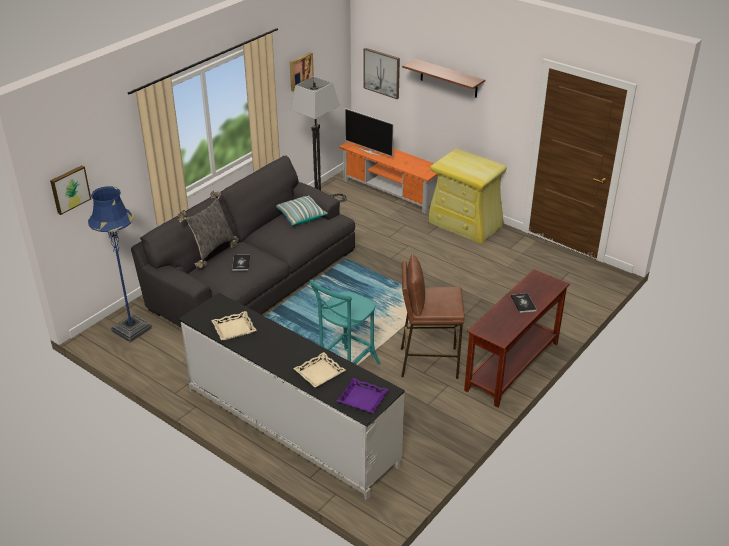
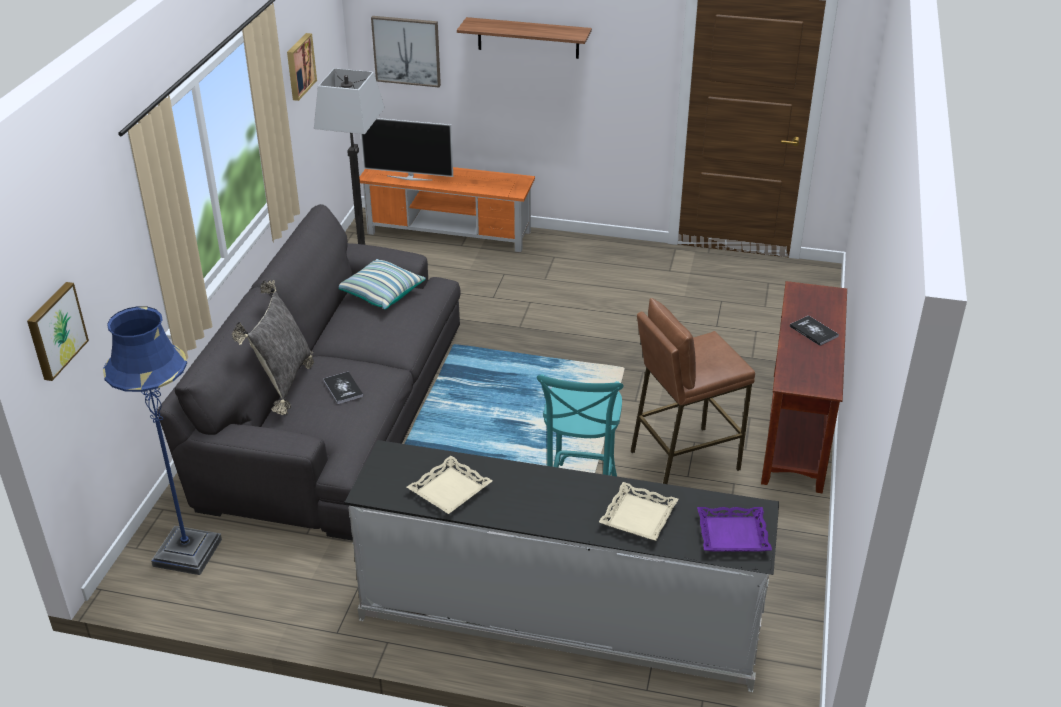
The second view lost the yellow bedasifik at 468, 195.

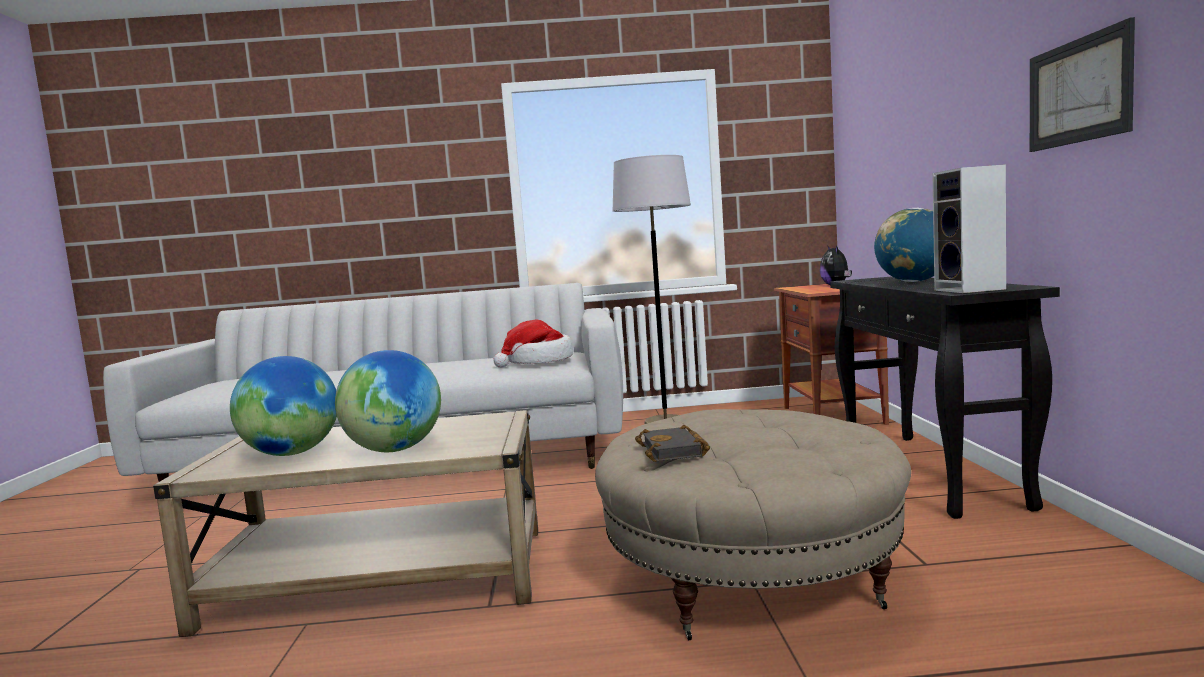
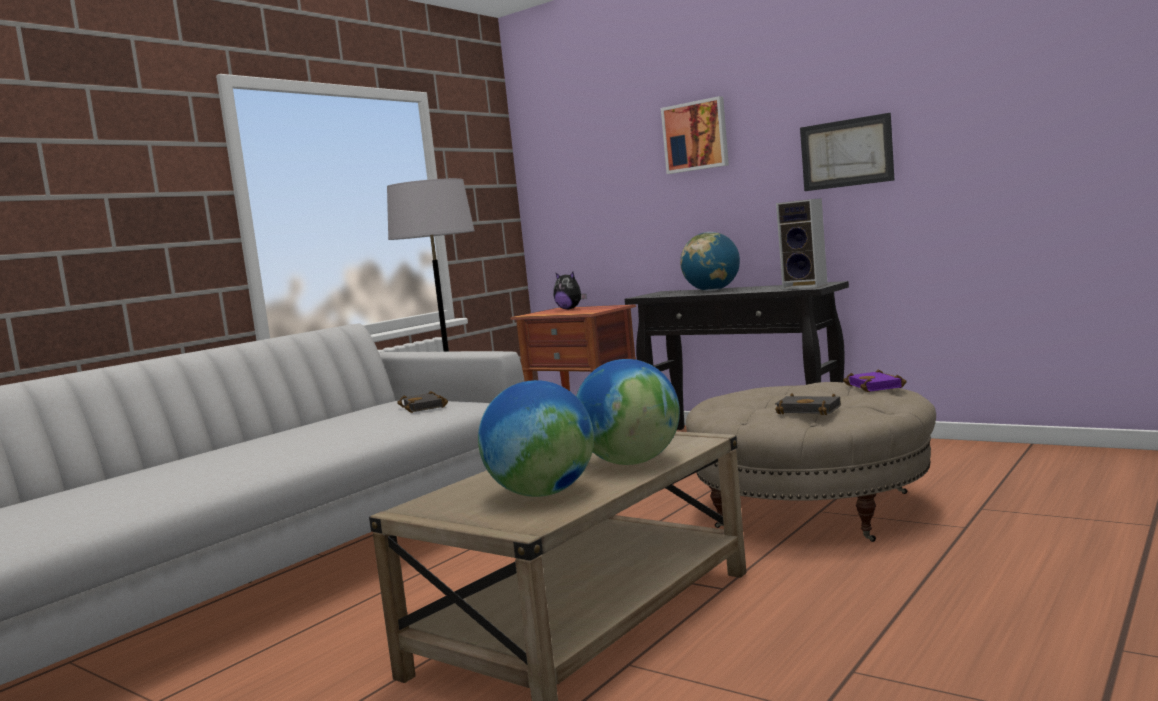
Where the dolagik stood at 533, 344, the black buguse came to stand at 422, 402.
The second view gained the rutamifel at 695, 135.
The second view gained the purple buguse at 875, 380.

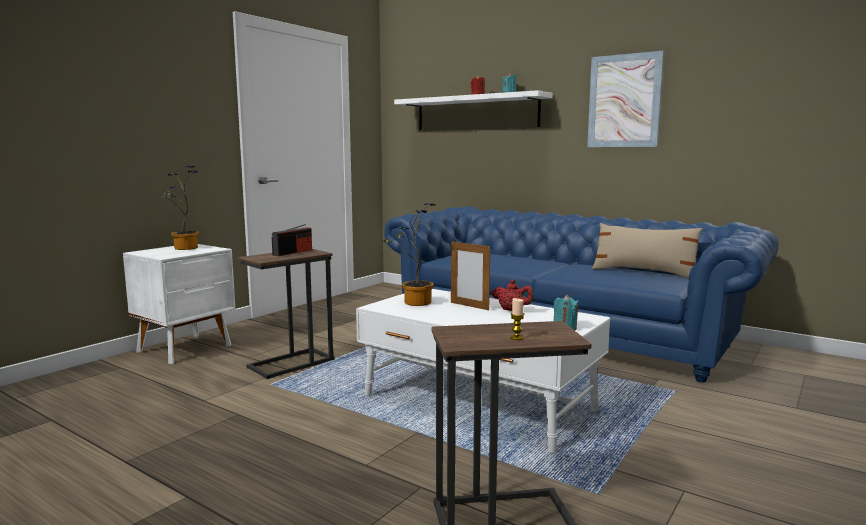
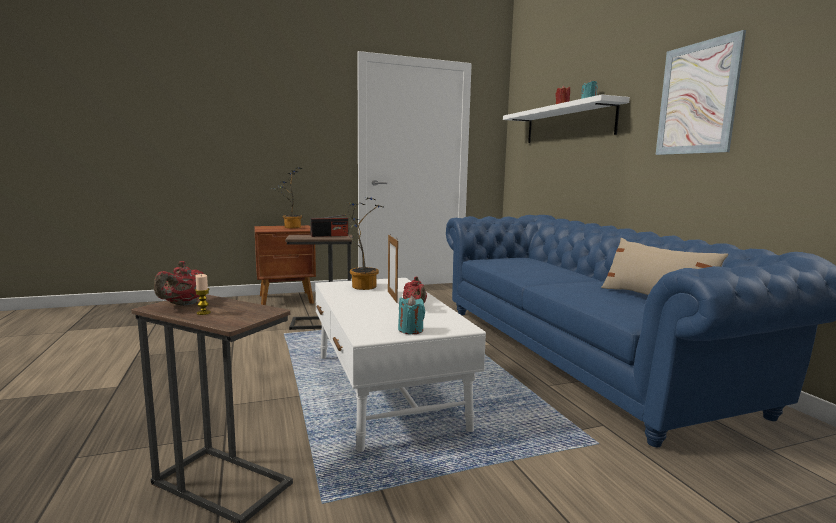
What was the white bedasifik at 179, 304 turned into the brown bedasifik at 285, 265.
The second view gained the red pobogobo at 178, 283.

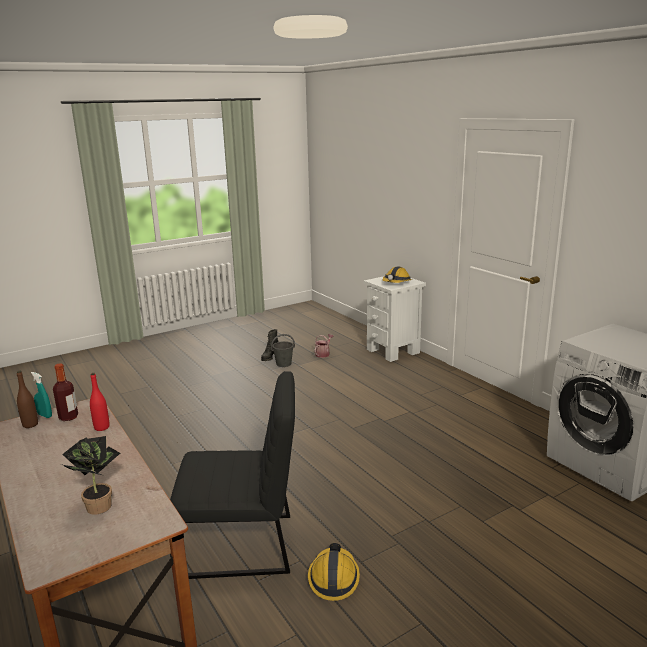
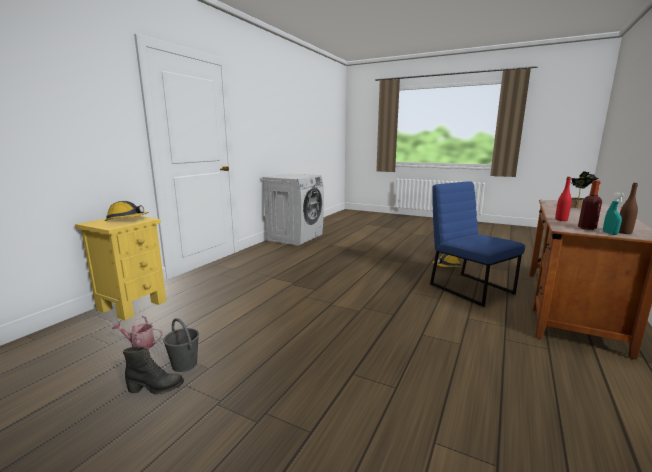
What was the white bedasifik at 395, 319 turned into the yellow bedasifik at 120, 268.
What was the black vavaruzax at 232, 475 turned into the blue vavaruzax at 477, 244.

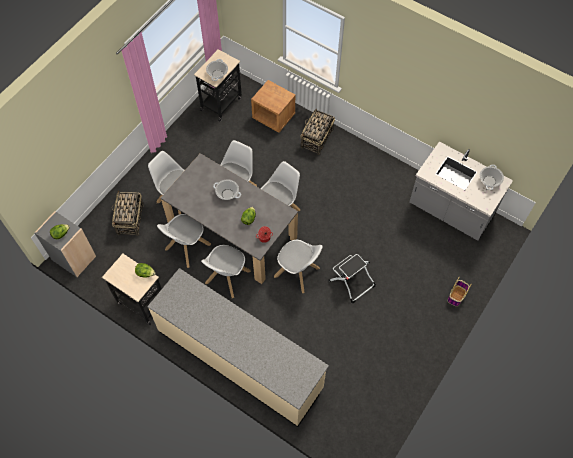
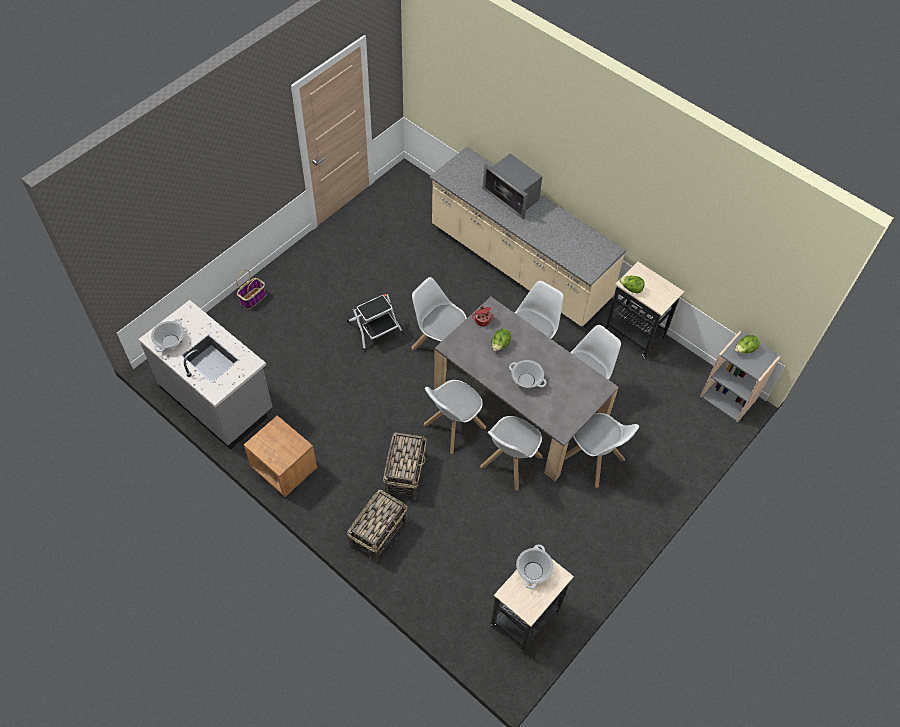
The brown bedasifik ended up elsewhere, having gone from 273, 106 to 280, 456.
The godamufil ended up elsewhere, having gone from 128, 213 to 404, 466.
The second view gained the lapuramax at 512, 186.

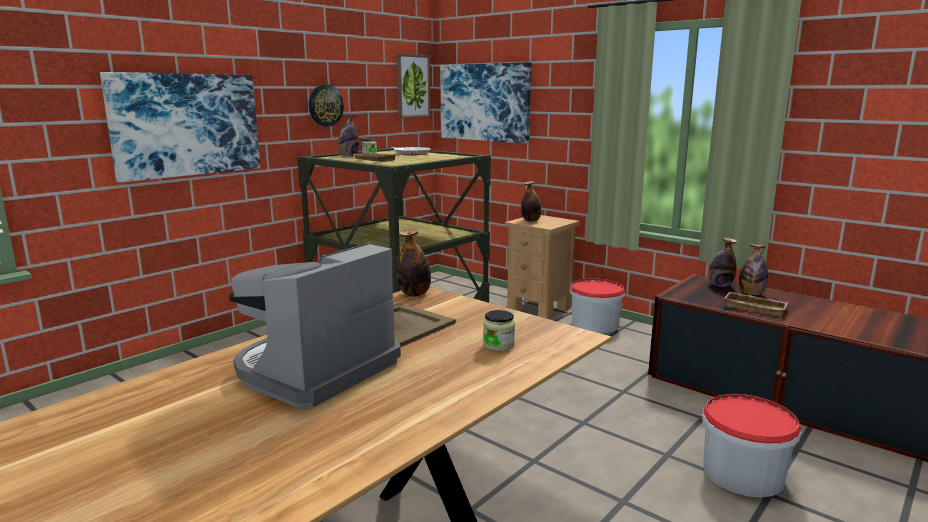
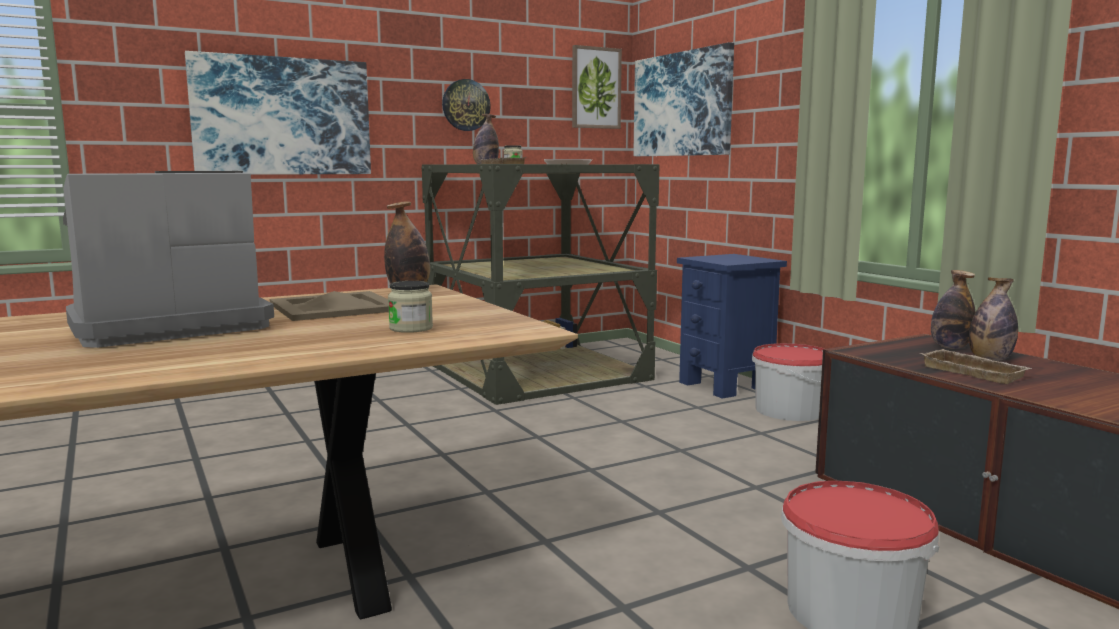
The second view lost the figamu at 531, 201.
What was the beige bedasifik at 542, 267 turned into the blue bedasifik at 732, 326.

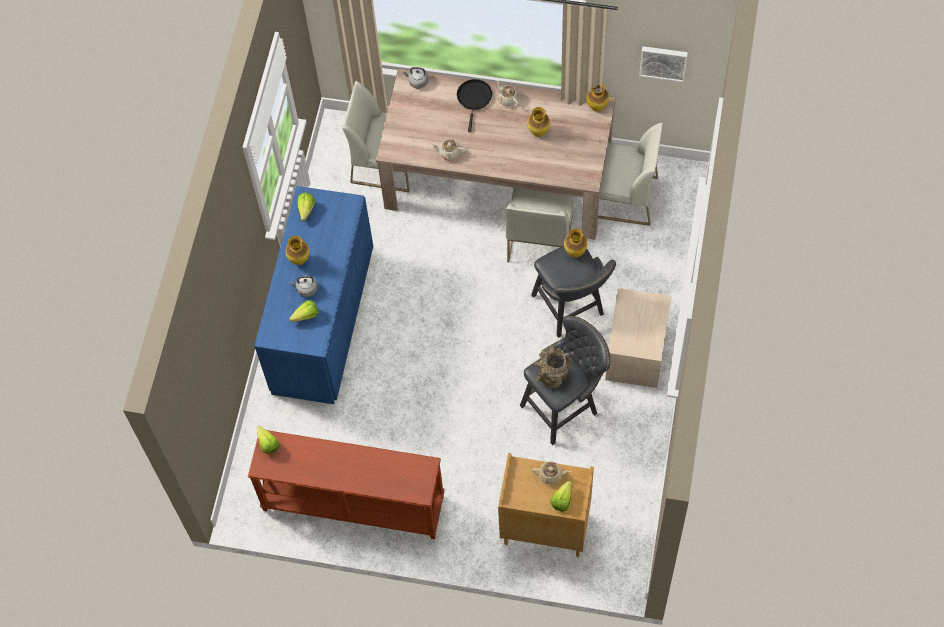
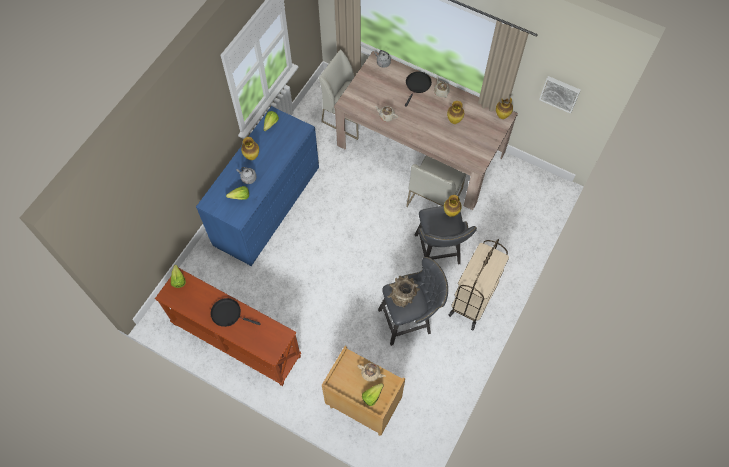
The second view lost the white vavaruzax at 630, 174.
Where the beige bedasifik stood at 638, 338, the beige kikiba came to stand at 479, 285.
The second view gained the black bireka at 236, 312.

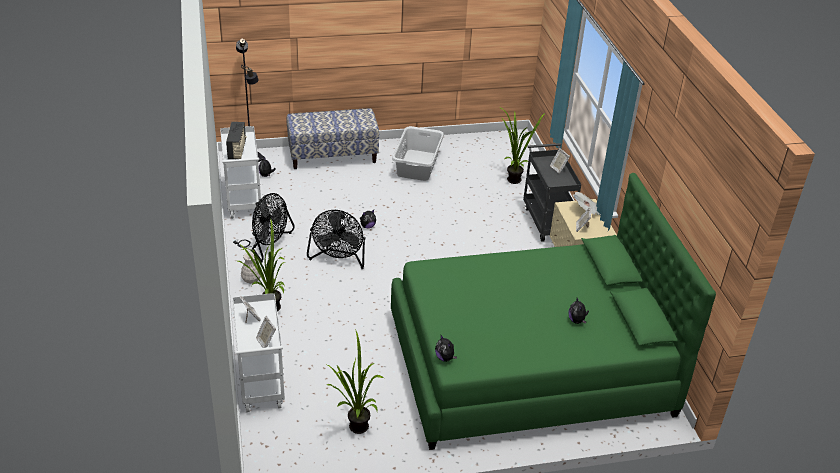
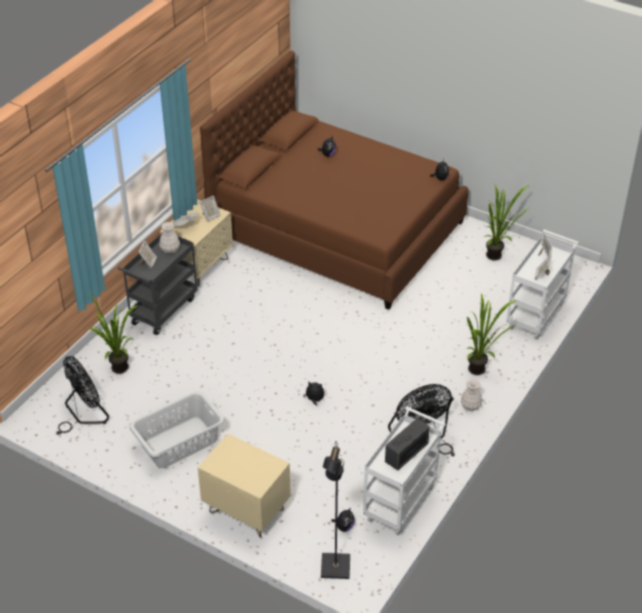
Where the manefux stood at 332, 138, the beige bedasifik came to stand at 244, 486.
What was the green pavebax at 553, 311 turned into the brown pavebax at 334, 180.
The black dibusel ended up elsewhere, having gone from 336, 239 to 82, 395.
The second view gained the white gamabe at 169, 237.

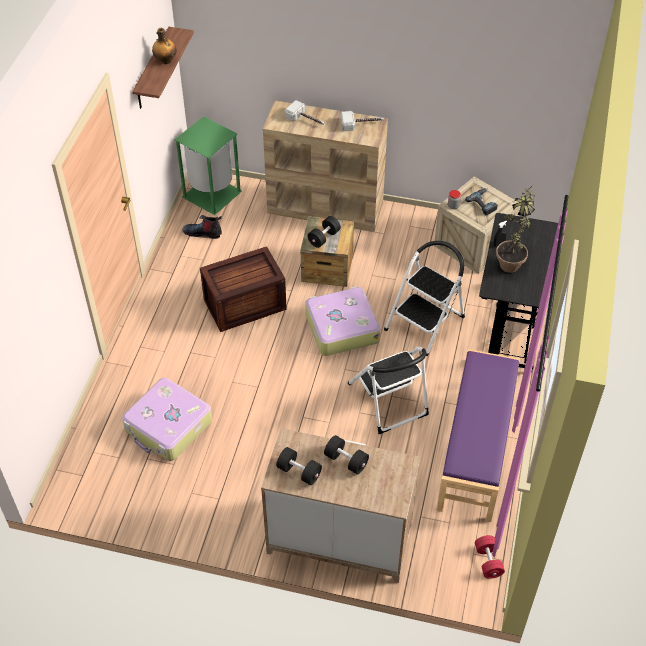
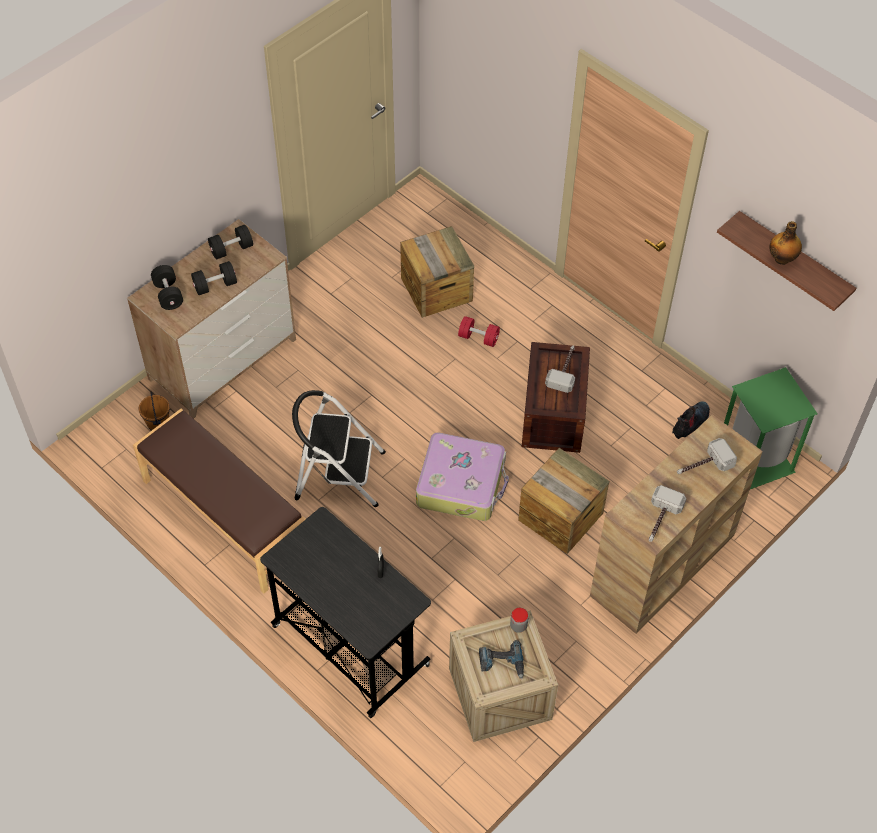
The second view lost the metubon at 515, 228.
The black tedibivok ended up elsewhere, having gone from 324, 232 to 167, 287.
The second view lost the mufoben at 424, 298.
What was the purple manefux at 478, 435 turned into the brown manefux at 219, 501.
Where the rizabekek stood at 167, 419, the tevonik came to stand at 437, 272.
The red tedibivok ended up elsewhere, having gone from 490, 557 to 479, 331.
The second view gained the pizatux at 560, 369.
The second view gained the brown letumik at 154, 411.

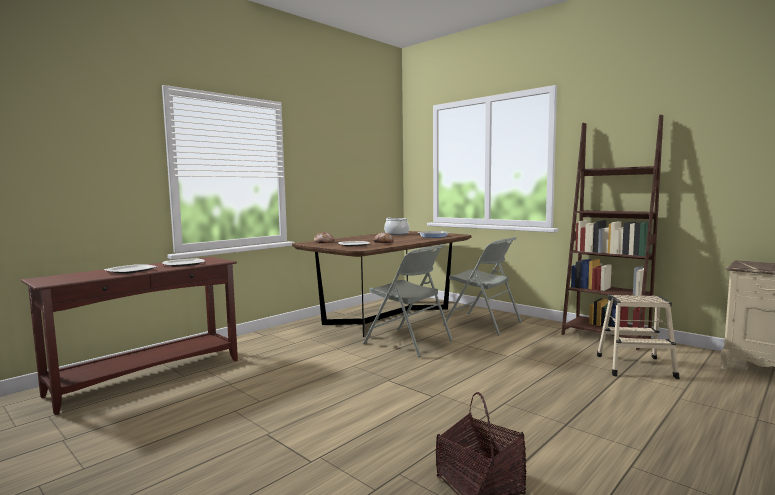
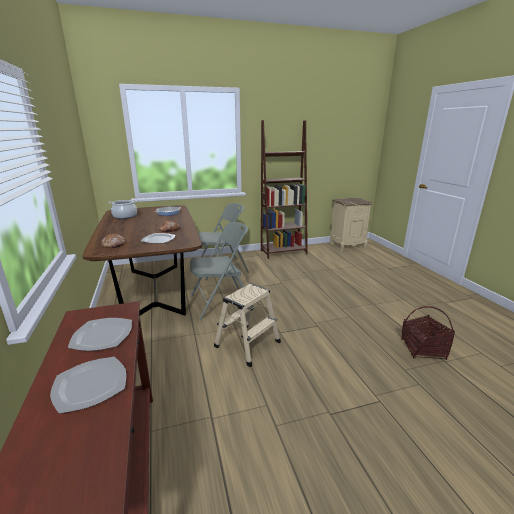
The beige mufoben ended up elsewhere, having gone from 638, 337 to 247, 325.

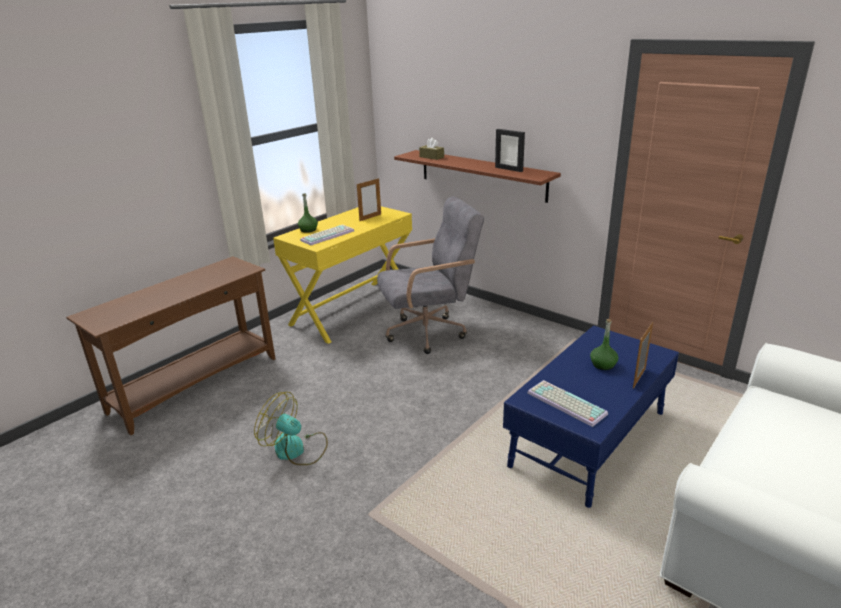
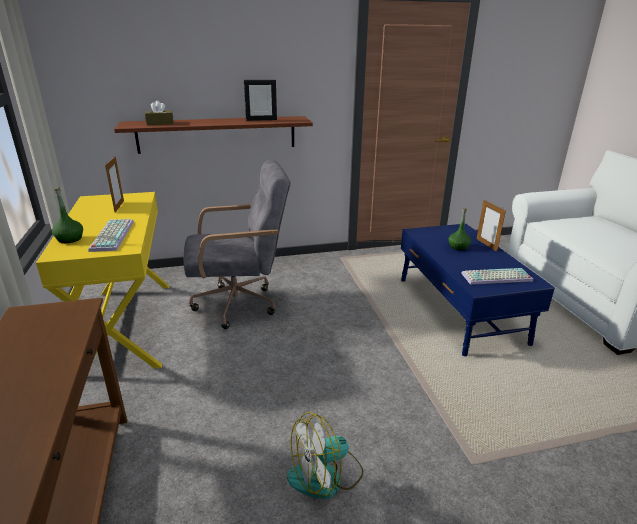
The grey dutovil at 430, 275 ended up facing another way, 60 degrees clockwise from before.

